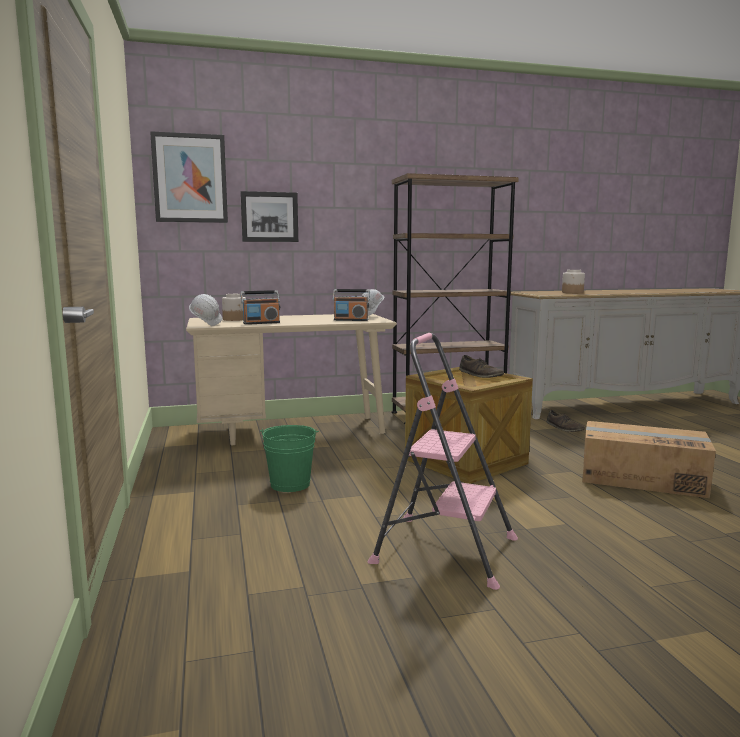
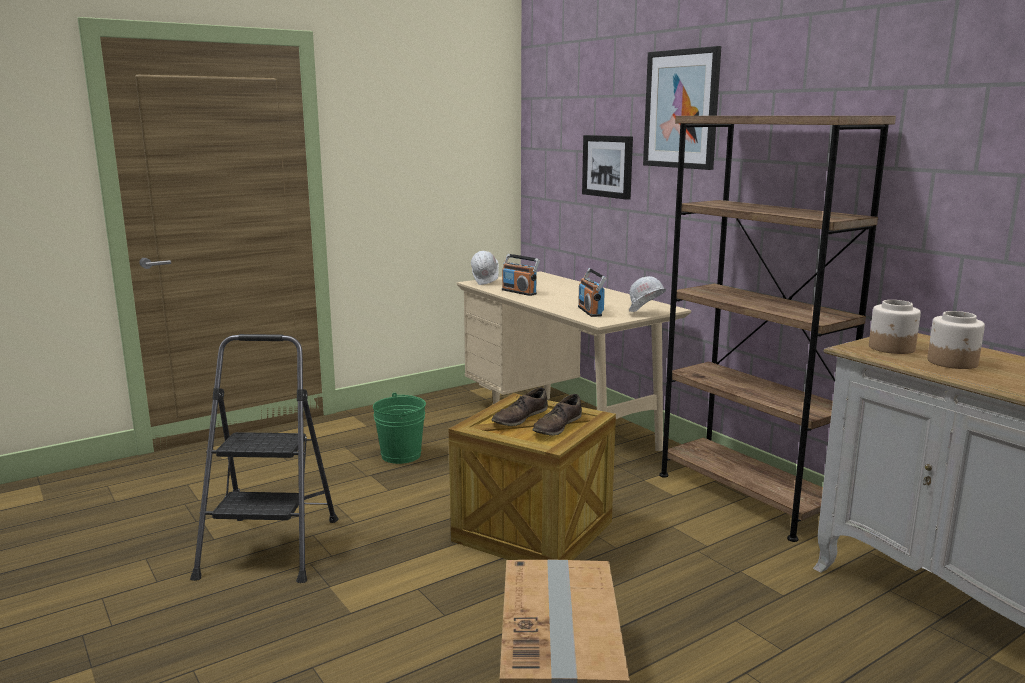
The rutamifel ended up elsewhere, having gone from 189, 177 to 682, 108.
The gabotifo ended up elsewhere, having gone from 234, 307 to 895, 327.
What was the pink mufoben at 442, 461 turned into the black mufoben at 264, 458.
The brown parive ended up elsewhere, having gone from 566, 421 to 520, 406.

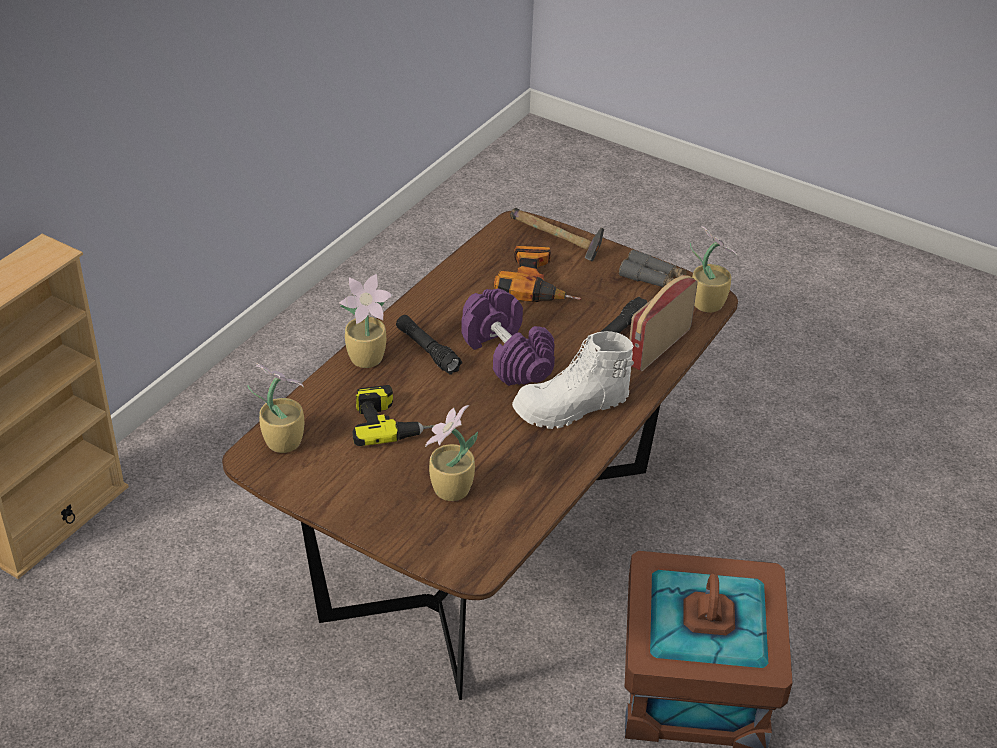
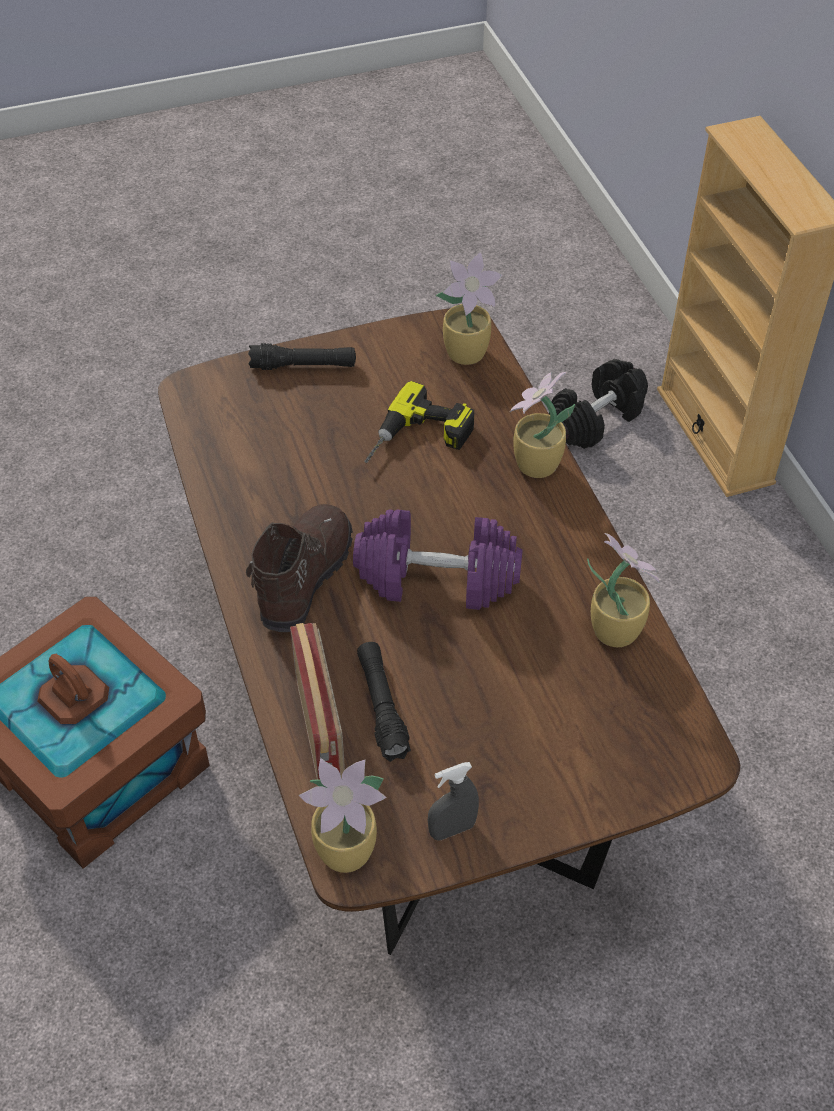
The second view lost the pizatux at 557, 234.
The second view lost the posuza at 537, 274.
Where the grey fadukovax stood at 653, 268, the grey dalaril came to stand at 453, 801.
The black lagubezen ended up elsewhere, having gone from 429, 345 to 302, 356.
What was the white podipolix at 573, 380 turned into the brown podipolix at 299, 568.
The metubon ended up elsewhere, having gone from 451, 453 to 623, 590.
The second view gained the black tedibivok at 598, 404.

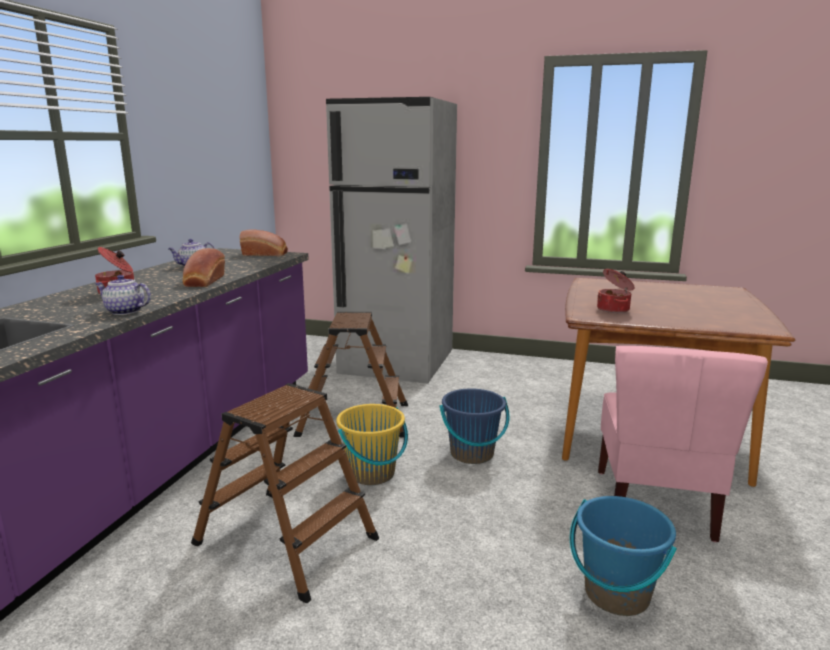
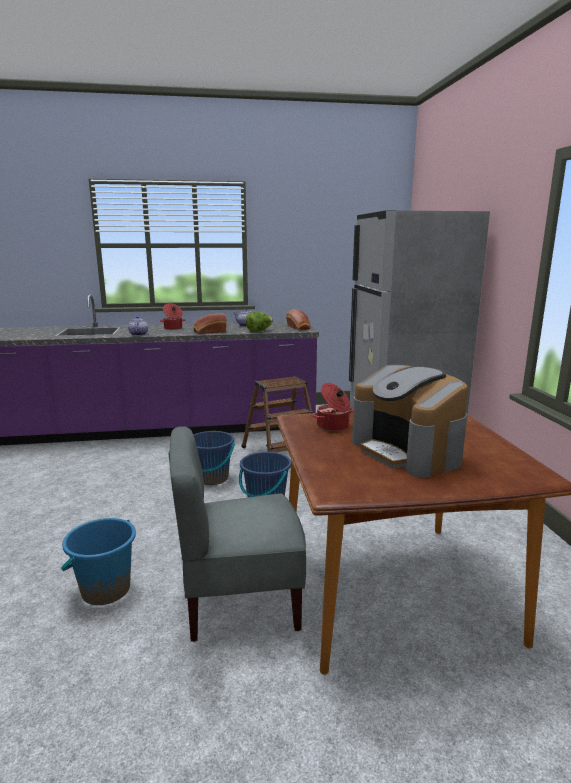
What was the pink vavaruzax at 683, 444 turned into the grey vavaruzax at 237, 534.
The second view lost the brown mufoben at 285, 493.
What was the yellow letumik at 372, 444 turned into the blue letumik at 214, 458.
The second view gained the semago at 259, 322.
The second view gained the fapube at 410, 421.

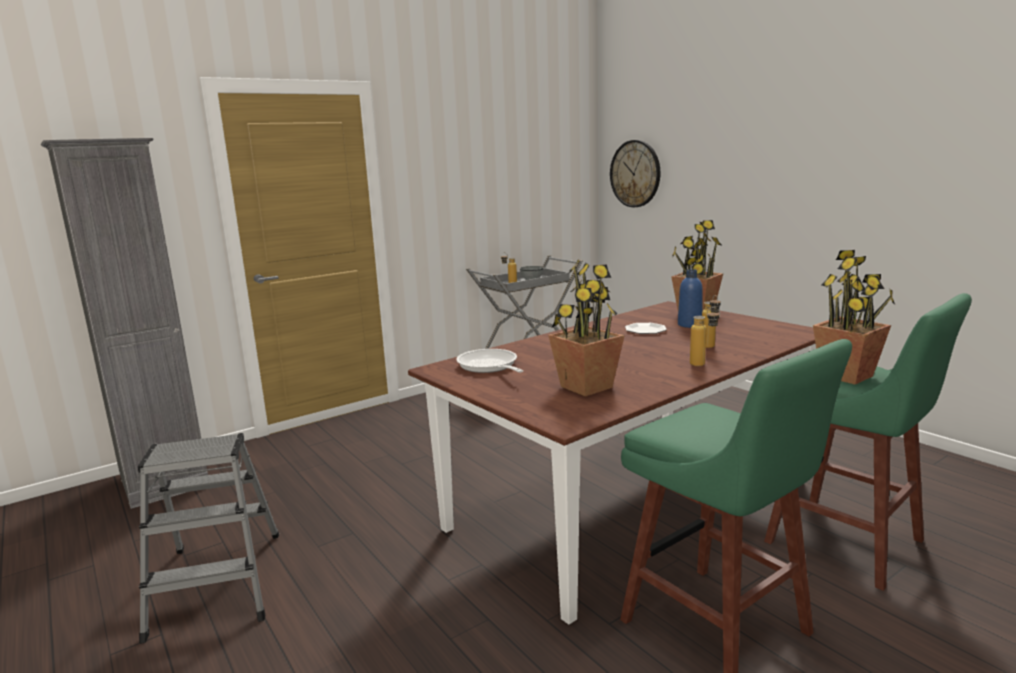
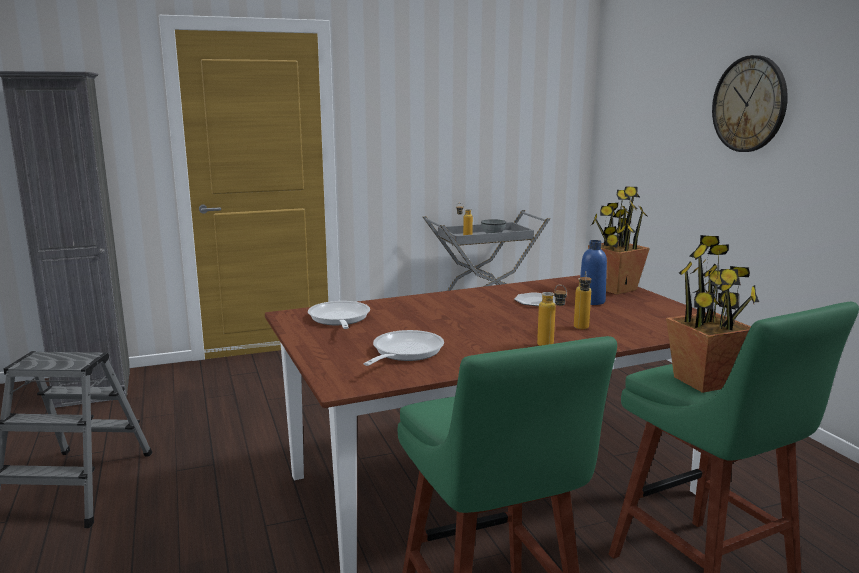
The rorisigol ended up elsewhere, having gone from 635, 173 to 750, 103.
Where the metubon stood at 586, 328, the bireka came to stand at 404, 348.

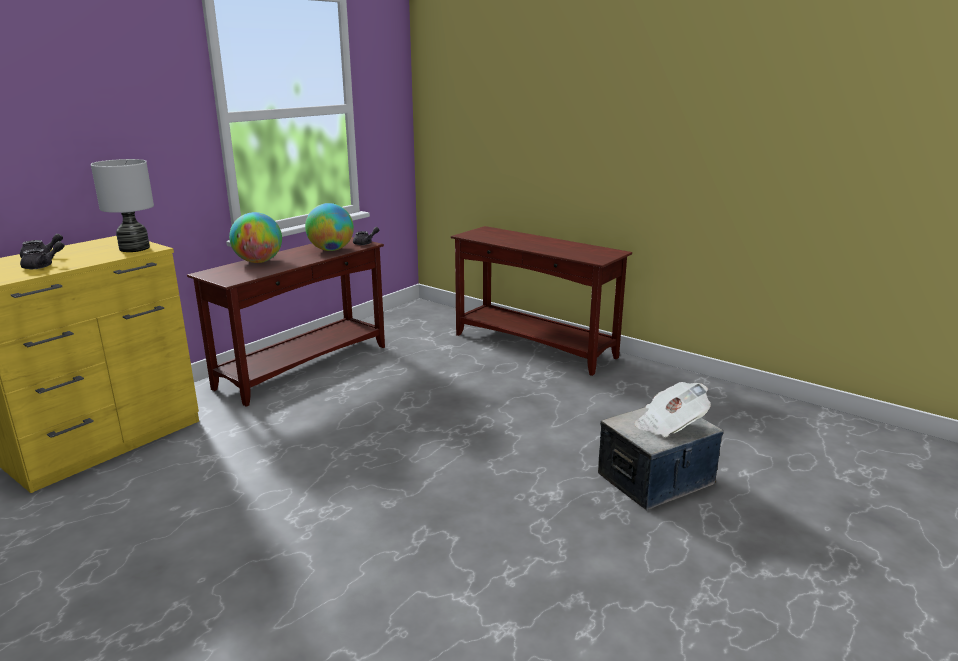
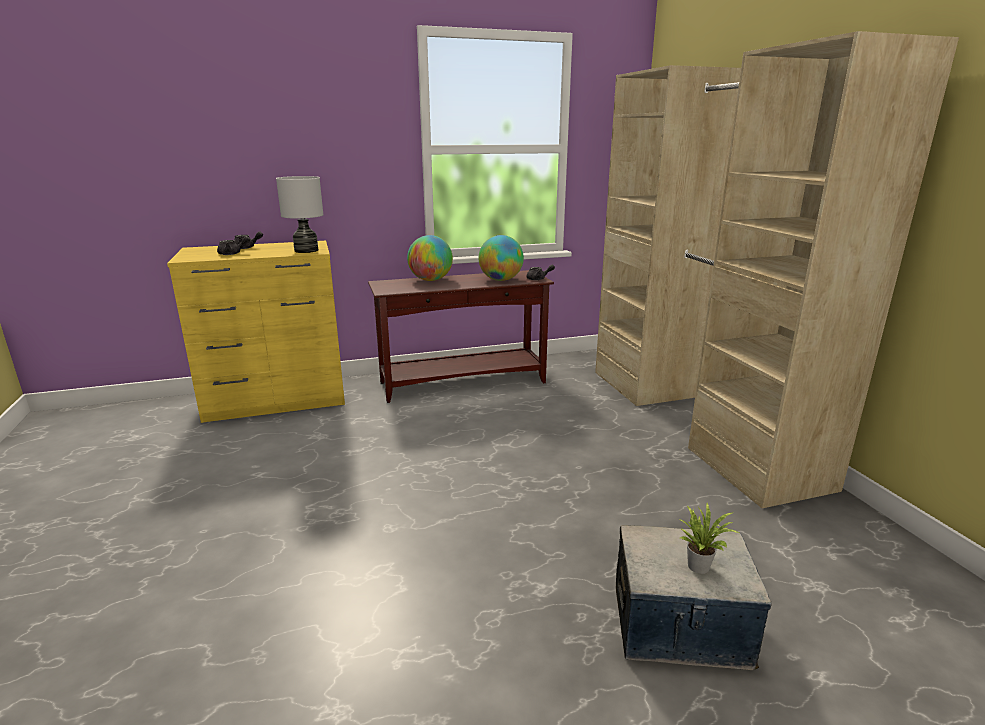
Where the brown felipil stood at 541, 301, the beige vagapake came to stand at 777, 269.
Where the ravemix stood at 672, 410, the metubon came to stand at 709, 538.

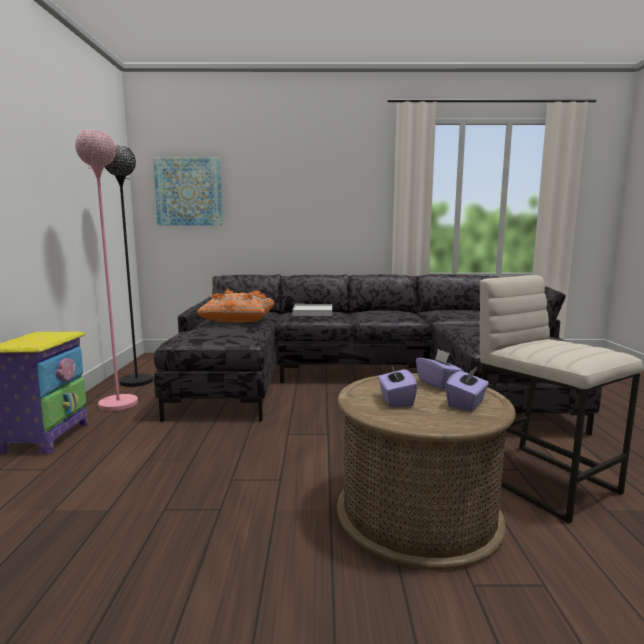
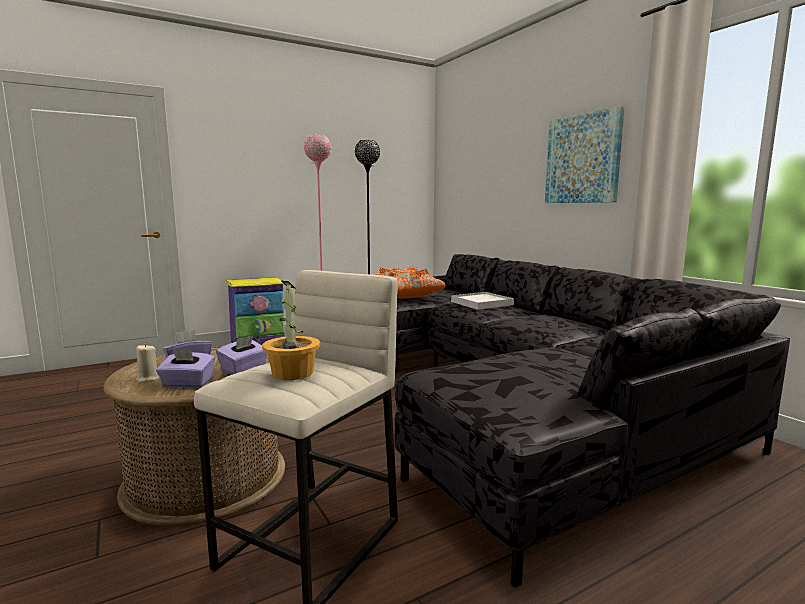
The rutamifel ended up elsewhere, having gone from 188, 191 to 585, 154.
The second view gained the metubon at 291, 330.
The second view gained the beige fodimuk at 148, 363.

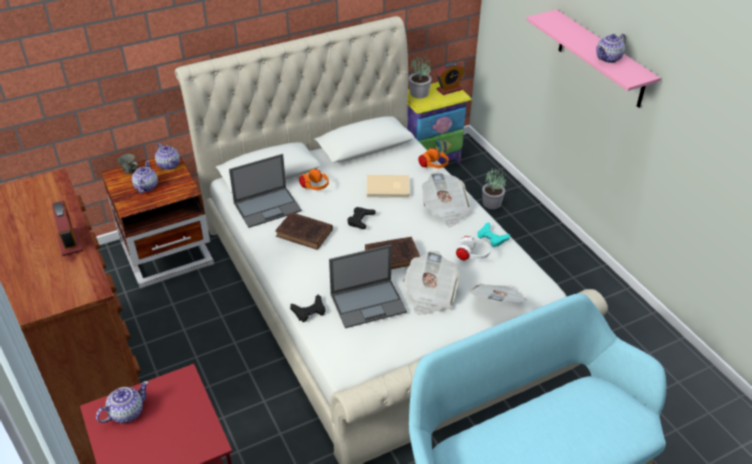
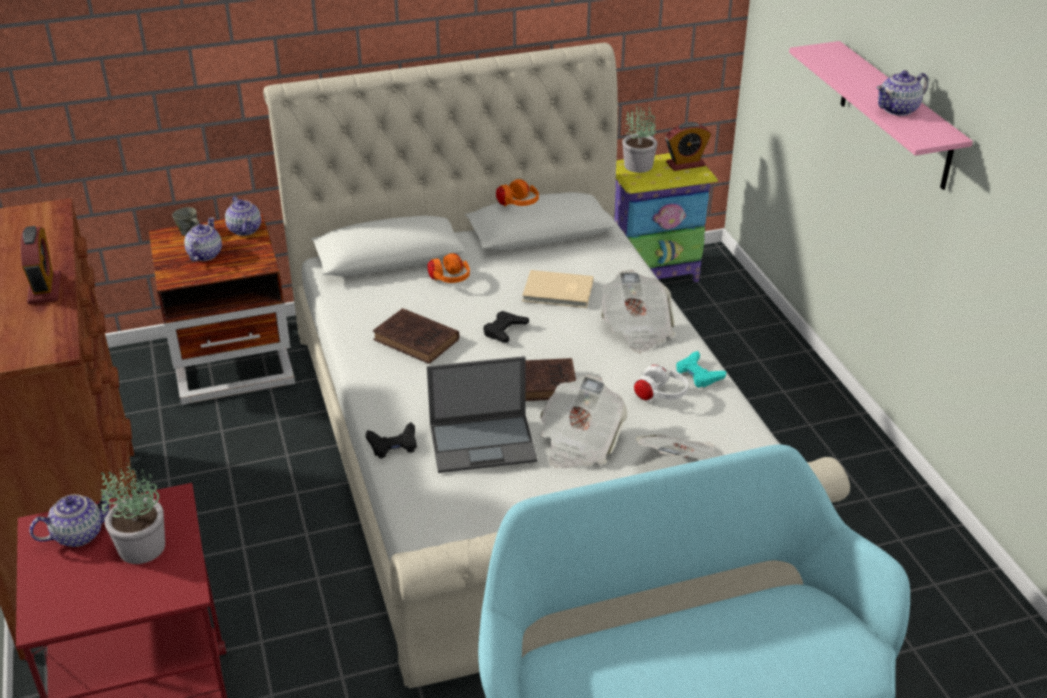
The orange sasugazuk ended up elsewhere, having gone from 433, 158 to 517, 193.
The second view lost the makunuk at 265, 191.
The metubon ended up elsewhere, having gone from 494, 188 to 133, 513.

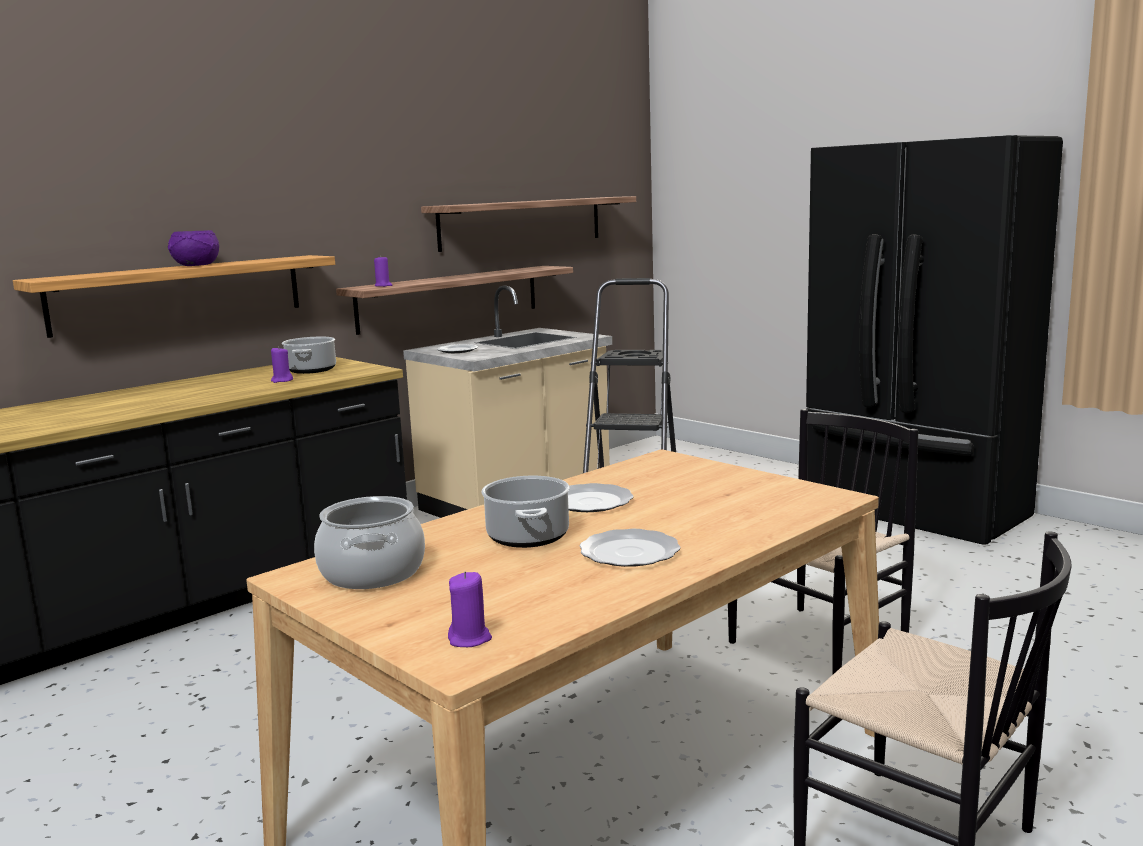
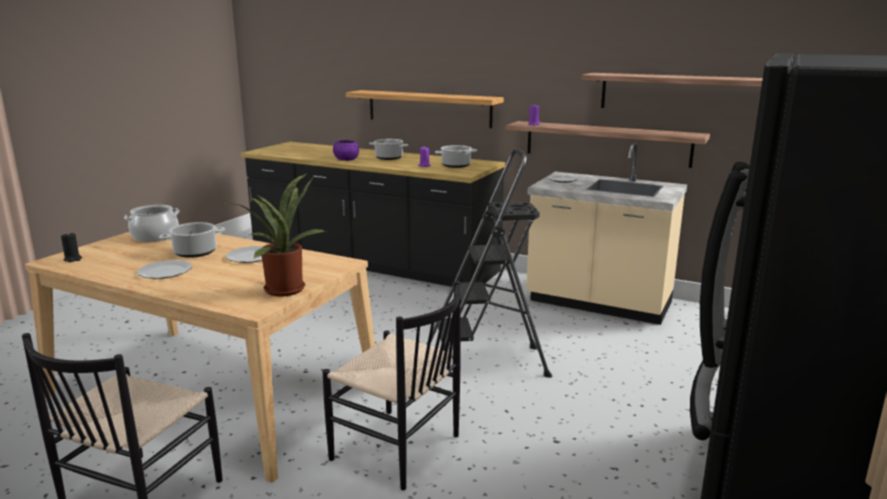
The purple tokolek ended up elsewhere, having gone from 193, 248 to 346, 150.
What was the purple fodimuk at 470, 609 turned into the black fodimuk at 71, 247.
The second view gained the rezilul at 389, 149.
The second view gained the metubon at 274, 235.

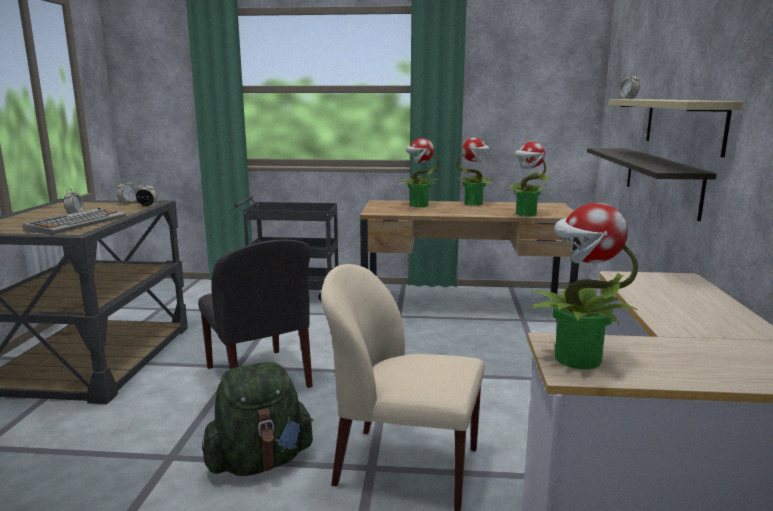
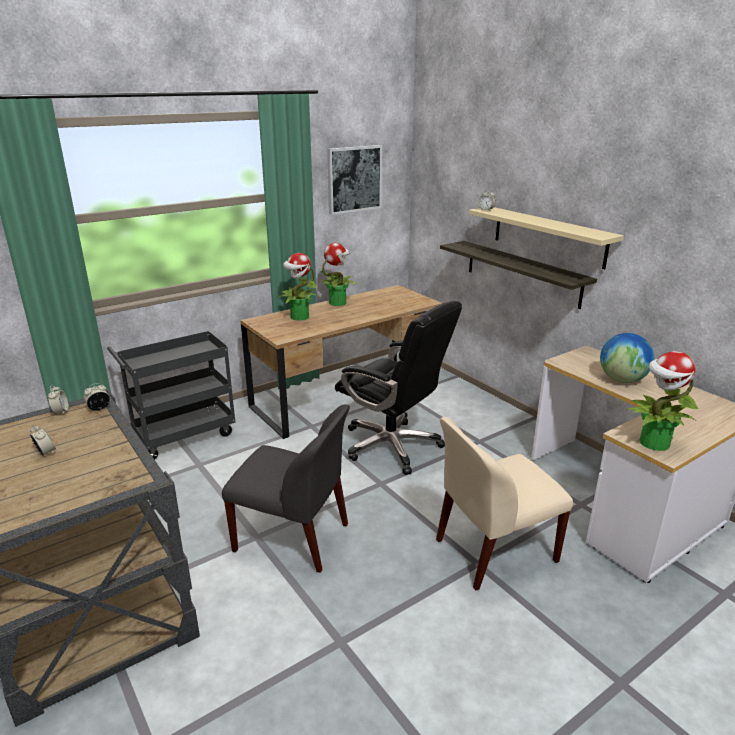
The second view lost the metubon at 527, 179.
The second view lost the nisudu at 74, 221.
The second view lost the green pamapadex at 257, 419.
The second view gained the rutamifel at 354, 180.
The second view gained the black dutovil at 398, 388.
The second view gained the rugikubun at 627, 358.

